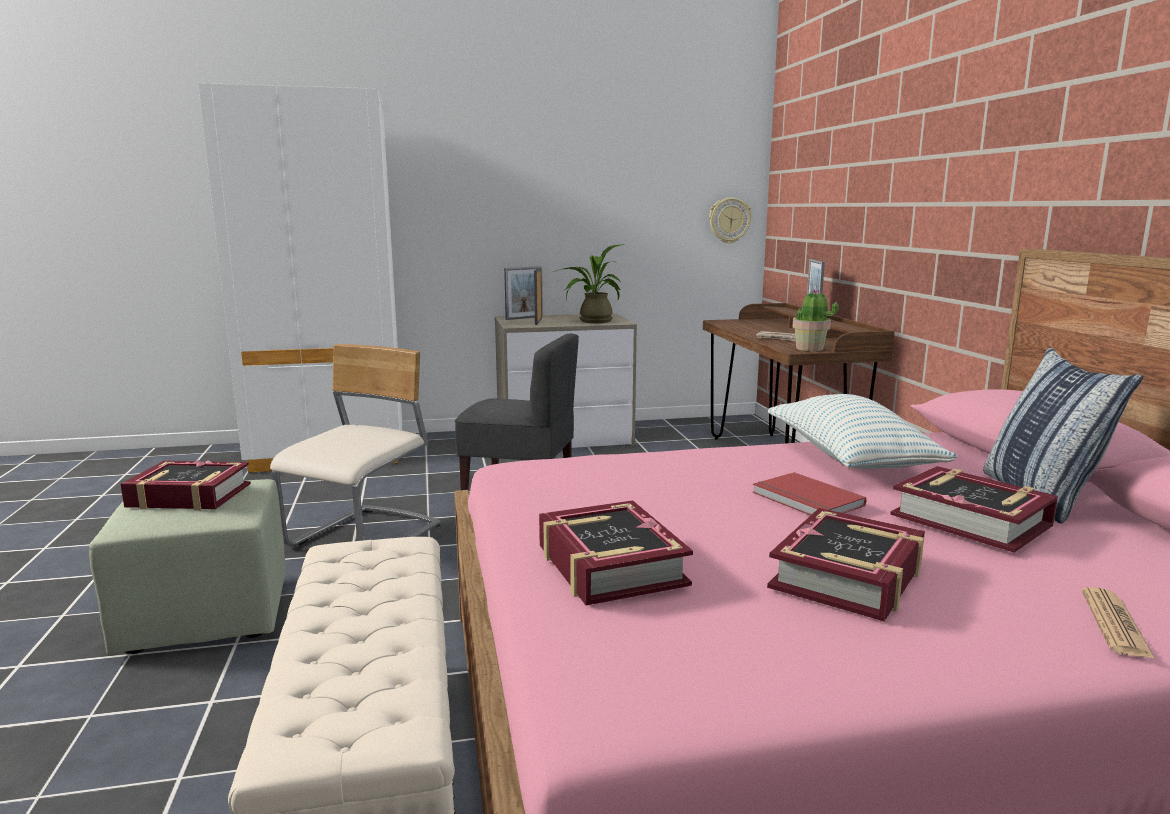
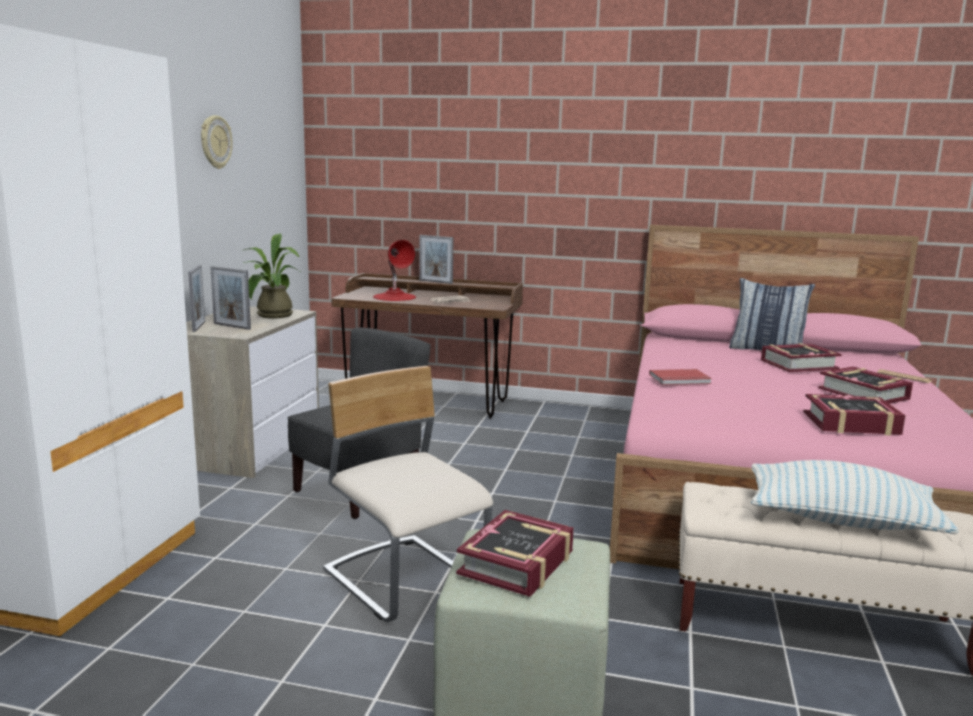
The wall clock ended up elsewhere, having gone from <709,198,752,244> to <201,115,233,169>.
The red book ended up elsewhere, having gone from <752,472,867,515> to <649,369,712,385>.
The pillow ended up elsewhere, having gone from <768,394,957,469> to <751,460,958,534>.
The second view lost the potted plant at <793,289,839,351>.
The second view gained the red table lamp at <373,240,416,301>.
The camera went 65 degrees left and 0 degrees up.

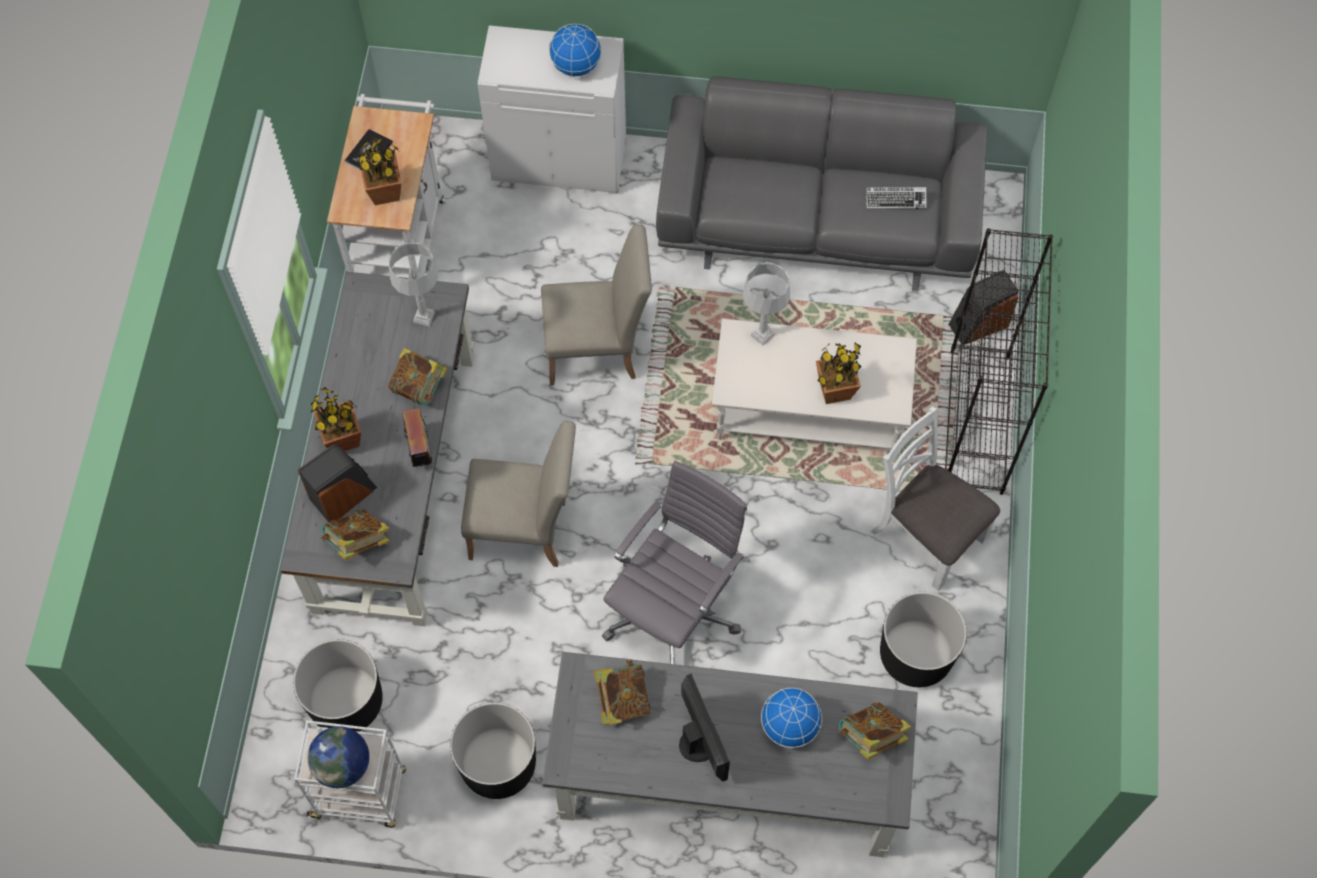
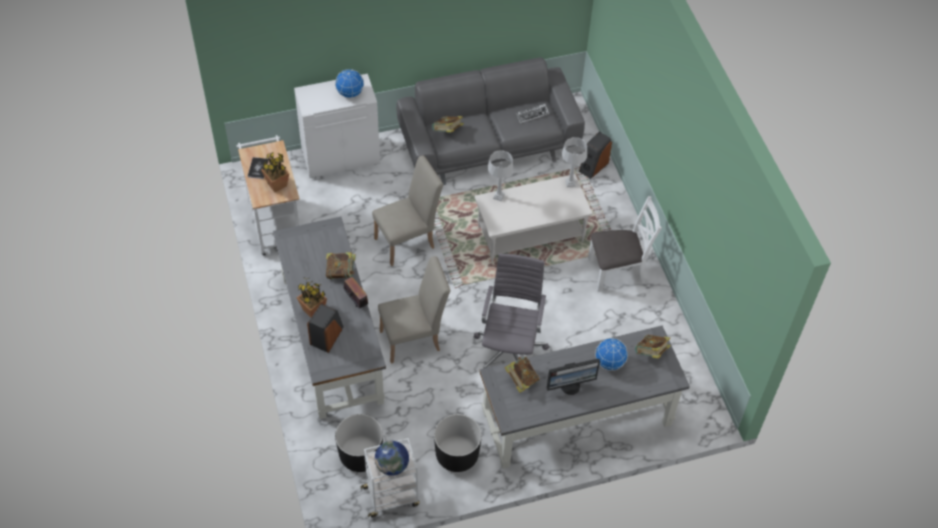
The book ended up elsewhere, having gone from <320,509,390,560> to <432,116,464,133>.
The grey table lamp ended up elsewhere, having gone from <389,243,438,327> to <562,137,587,187>.
The monitor at <679,673,730,782> ended up facing another way, 120 degrees clockwise from before.
The second view lost the potted plant at <816,342,862,404>.
The white chair at <871,406,1000,591> ended up facing another way, 150 degrees clockwise from before.
The second view lost the black planter at <880,592,967,687>.
The second view lost the black bookcase at <945,228,1053,495>.
The camera went 25 degrees left and 10 degrees down.

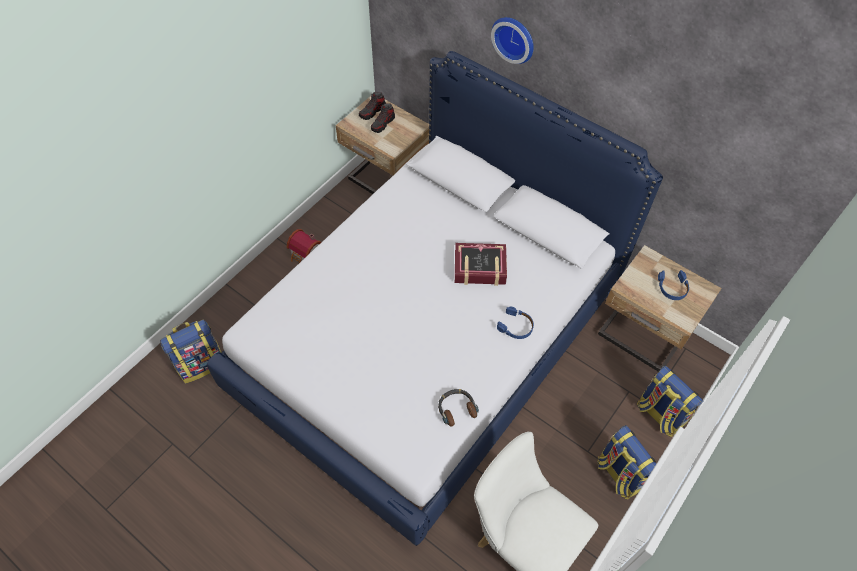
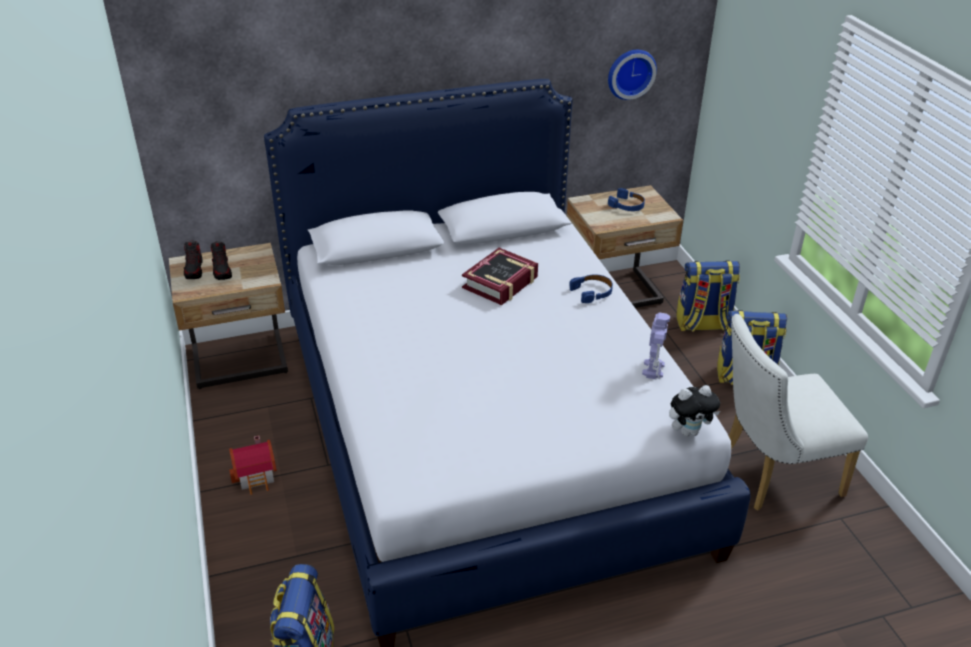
Where the headphones stood at <438,389,479,426>, the toy robot came to stand at <642,313,670,379>.
The wall clock ended up elsewhere, having gone from <491,17,534,64> to <608,50,657,100>.
The second view gained the plush toy at <669,385,720,436>.
The camera went 55 degrees left and 20 degrees down.

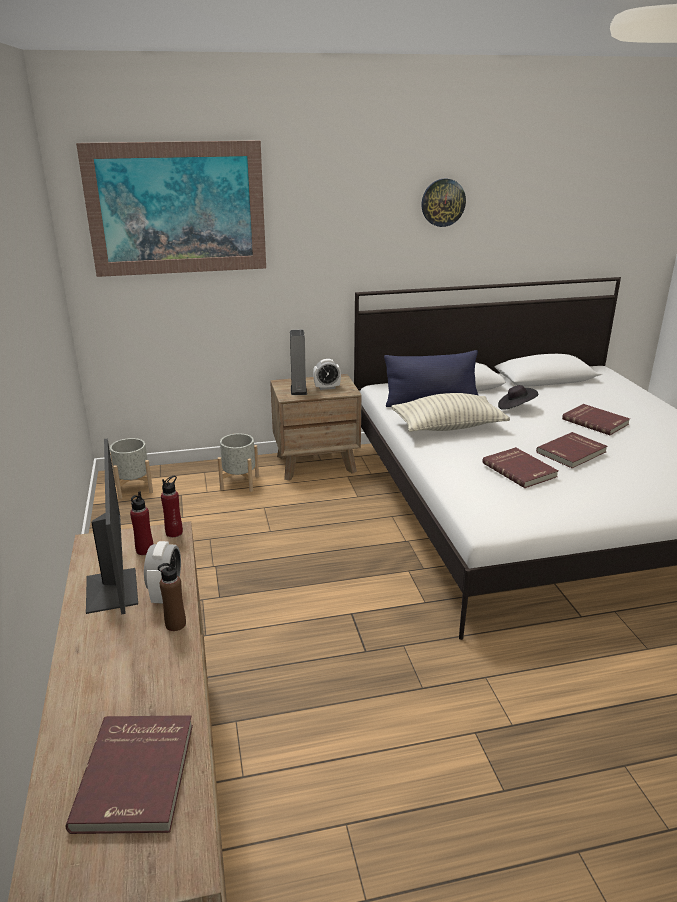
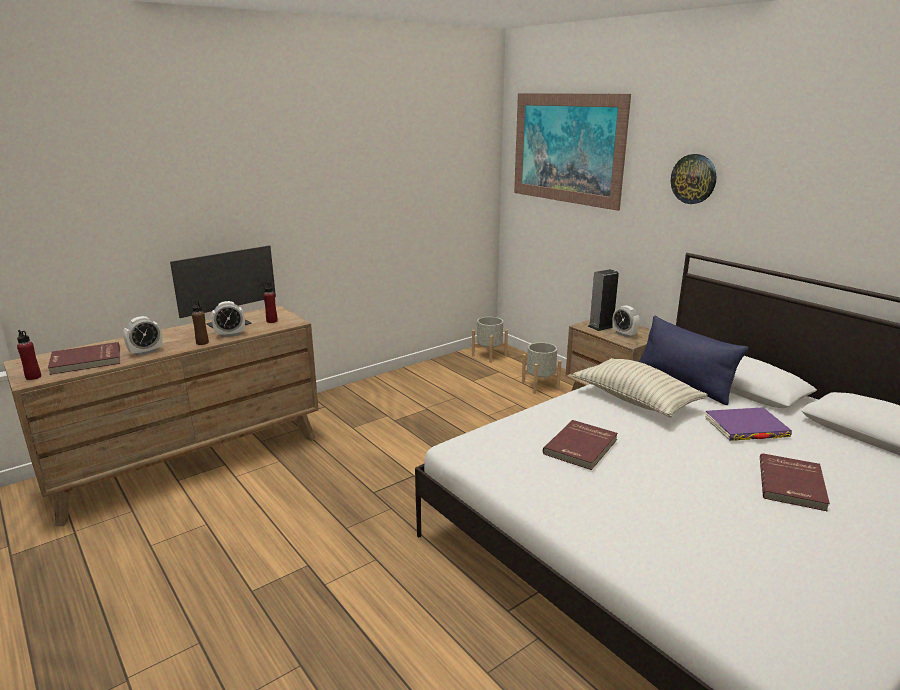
The red bottle ended up elsewhere, having gone from <161,476,183,537> to <17,330,41,380>.
The wall clock ended up elsewhere, having gone from <421,179,466,227> to <671,154,716,204>.
Where the black hat stood at <498,385,538,410>, the purple book came to stand at <705,407,792,441>.
The second view lost the red book at <536,432,607,468>.
The second view gained the alarm clock at <123,316,163,356>.
The camera went 65 degrees right and 5 degrees down.

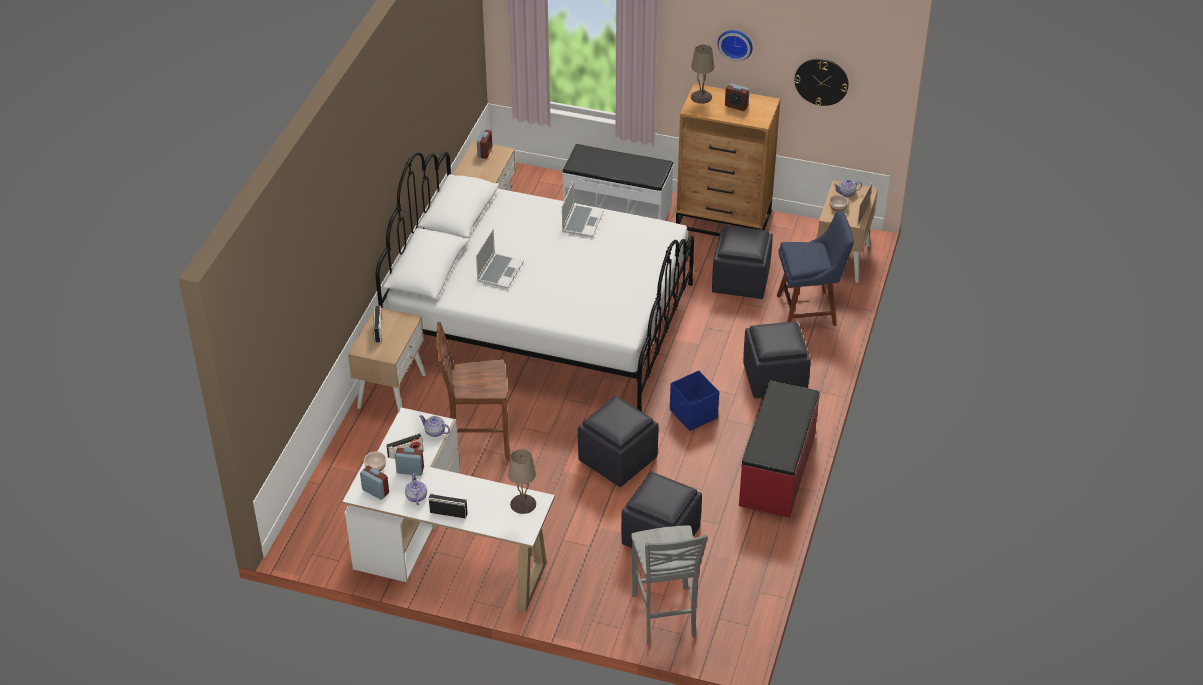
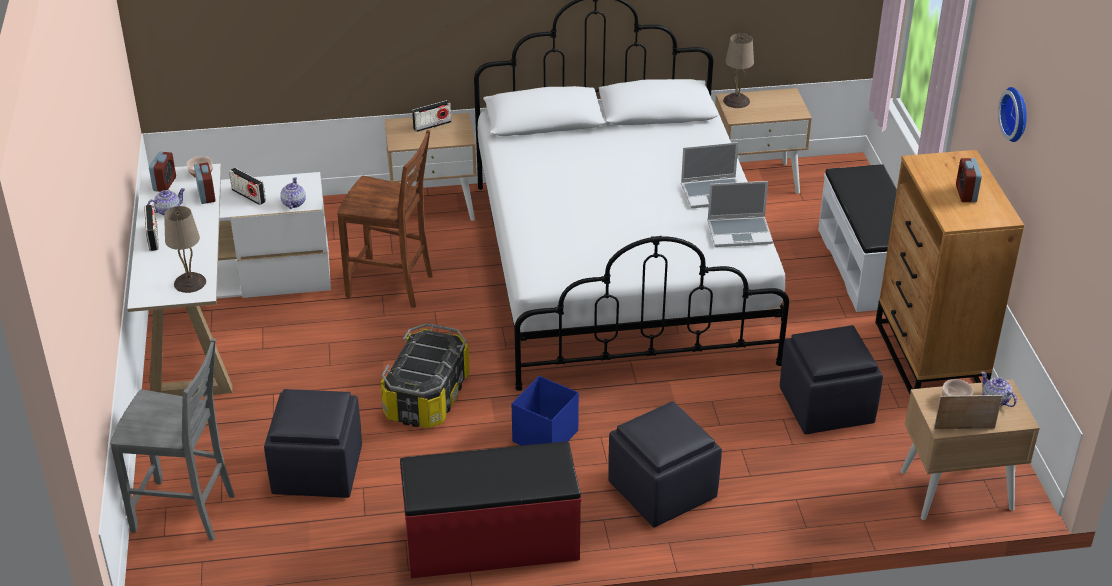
The brown chair at <436,322,510,460> ended up facing another way, 135 degrees clockwise from before.
The laptop ended up elsewhere, having gone from <476,229,524,289> to <707,181,773,247>.
The second view lost the alarm clock at <477,129,492,159>.
Where the black ottoman stood at <578,396,659,487>, the storage box came to stand at <380,323,470,428>.
The grey chair at <631,525,708,644> ended up facing another way, 135 degrees counterclockwise from before.
The beige table lamp ended up elsewhere, having gone from <691,45,714,104> to <723,33,754,108>.
The second view lost the blue chair at <777,210,854,326>.
The second view lost the wall clock at <794,59,849,106>.
The camera went 65 degrees right and 5 degrees down.

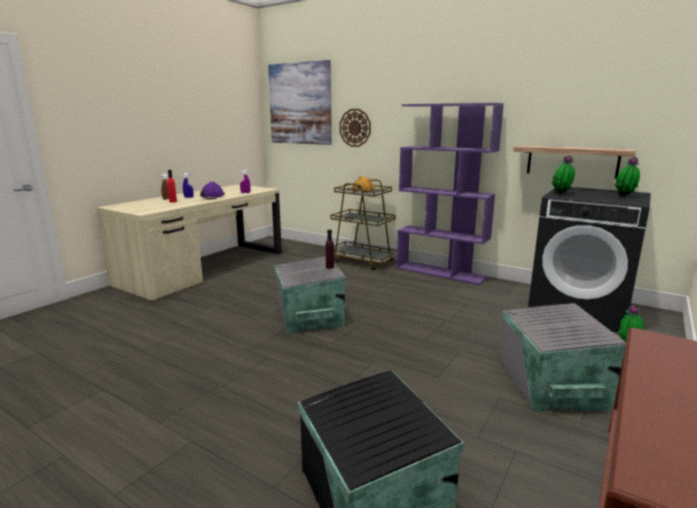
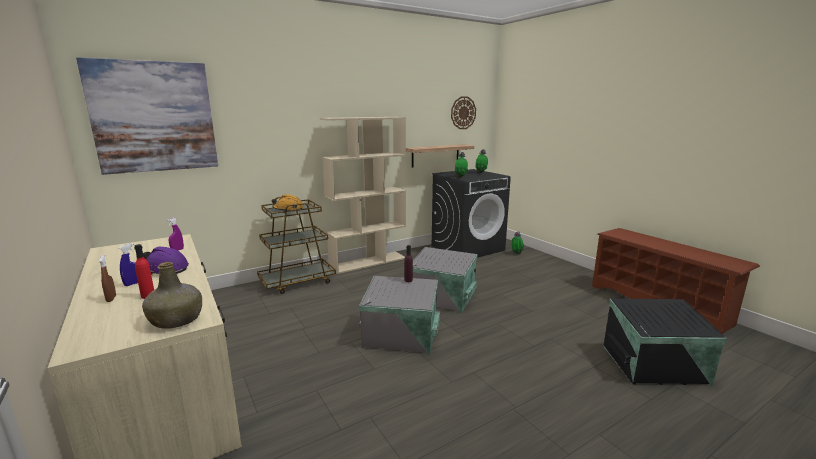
The wall clock ended up elsewhere, having gone from <340,109,371,147> to <451,96,476,129>.
What was the purple bookcase at <396,103,504,285> turned into the beige bookcase at <320,117,406,274>.
The grey storage box ended up elsewhere, having gone from <499,303,626,411> to <413,247,477,313>.
The second view gained the green bottle at <142,262,202,329>.
The camera went 65 degrees left and 0 degrees up.

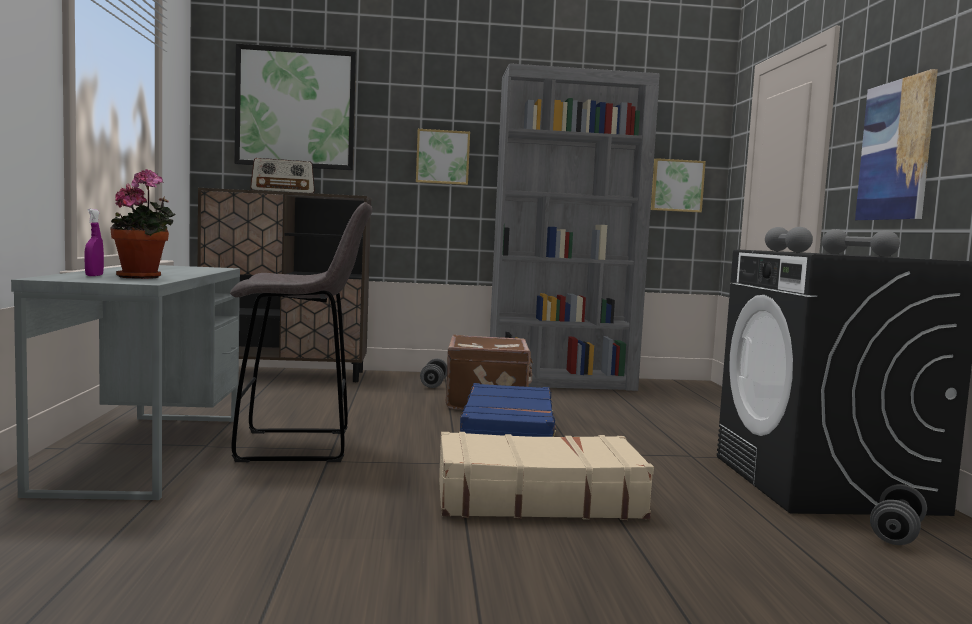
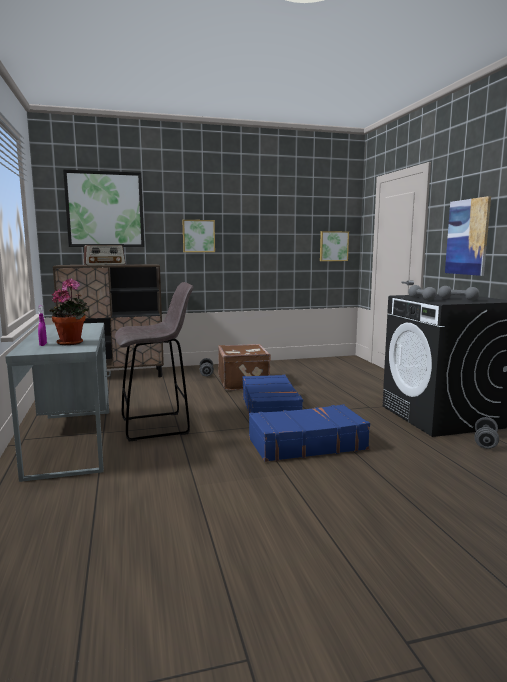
What was the beige suitcase at <439,432,654,520> turned into the blue suitcase at <249,404,370,462>.
The second view lost the grey bookcase at <490,63,660,391>.
The camera went 10 degrees left and 5 degrees up.

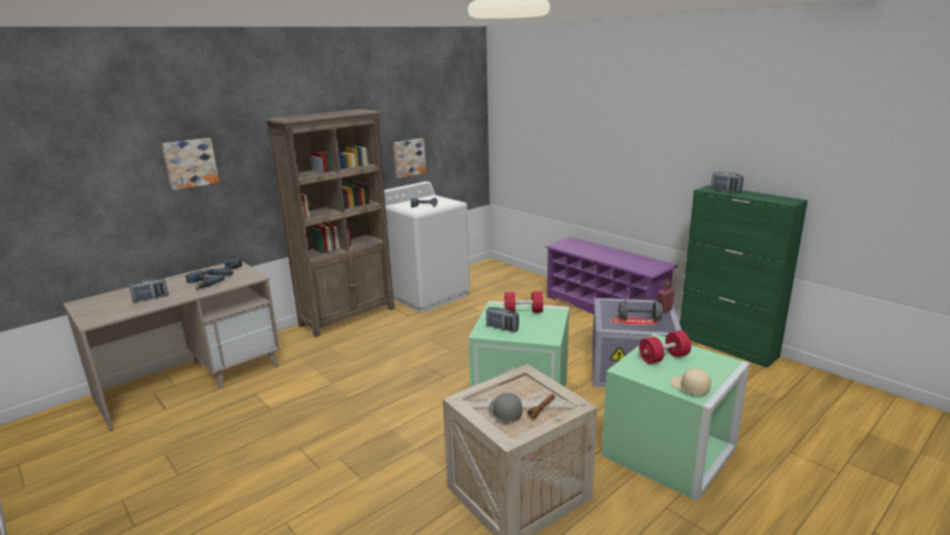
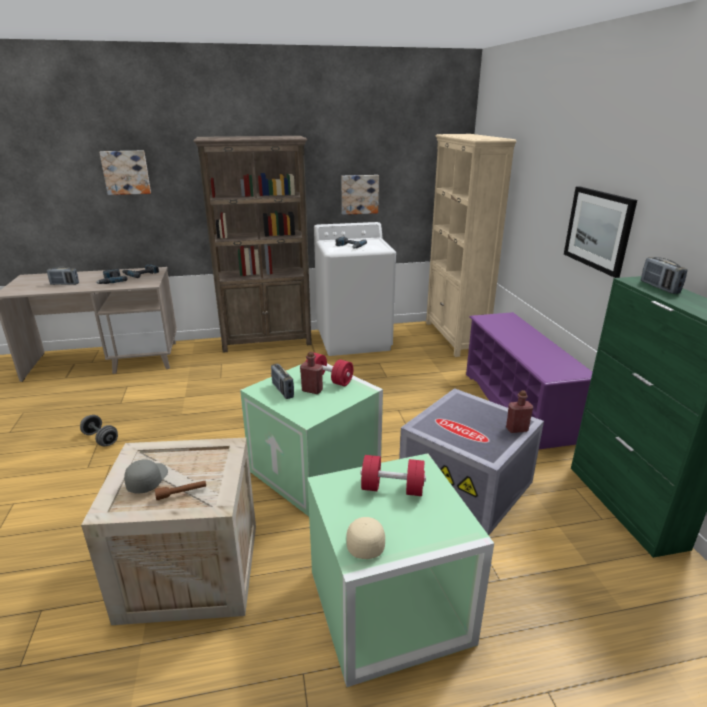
The grey dumbbell ended up elsewhere, having gone from <618,300,663,322> to <80,415,118,446>.
The second view gained the red bottle at <300,352,323,394>.
The second view gained the beige bookcase at <426,134,516,357>.
The second view gained the picture at <564,186,637,278>.
The camera went 30 degrees right and 5 degrees up.

